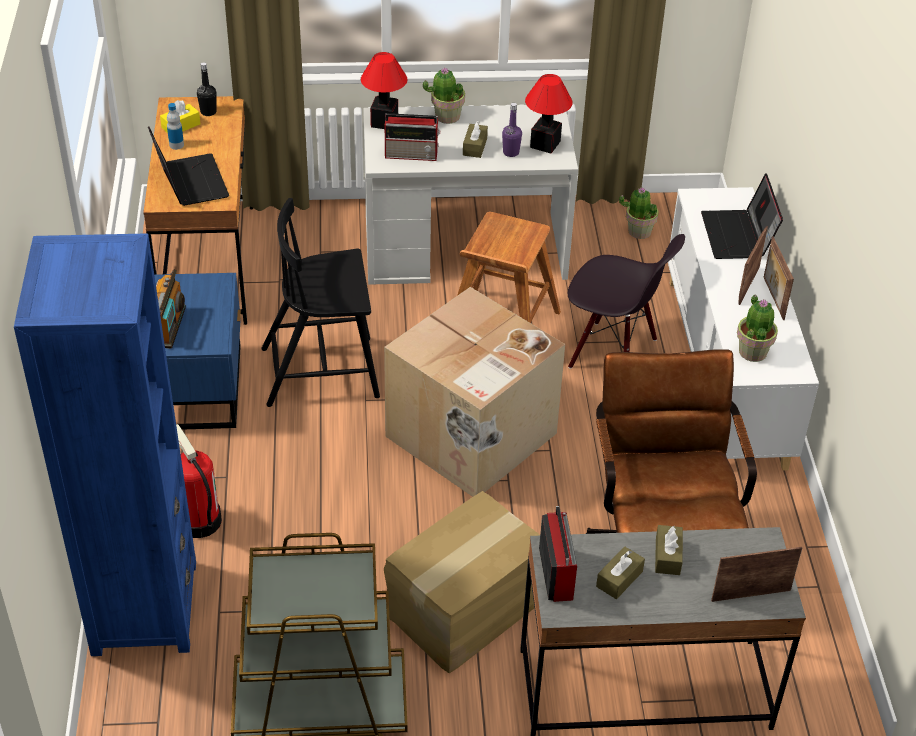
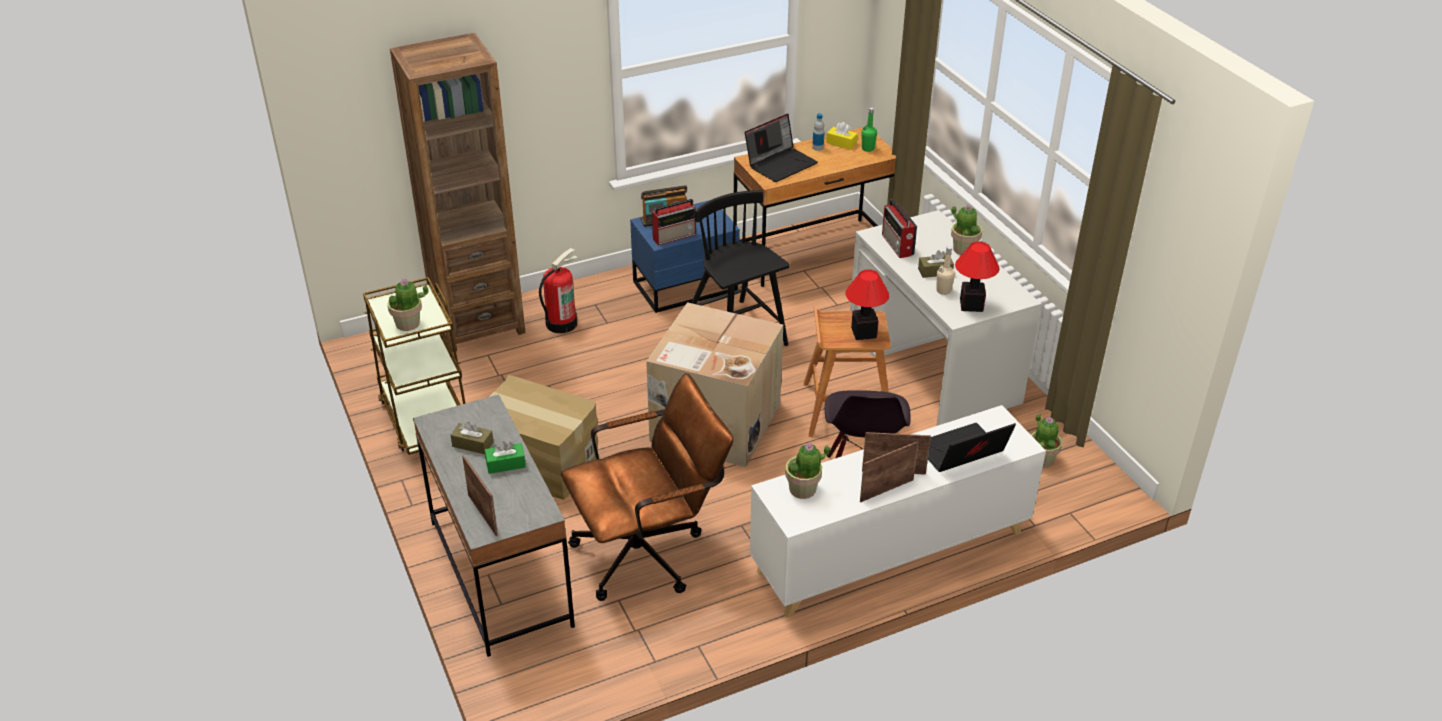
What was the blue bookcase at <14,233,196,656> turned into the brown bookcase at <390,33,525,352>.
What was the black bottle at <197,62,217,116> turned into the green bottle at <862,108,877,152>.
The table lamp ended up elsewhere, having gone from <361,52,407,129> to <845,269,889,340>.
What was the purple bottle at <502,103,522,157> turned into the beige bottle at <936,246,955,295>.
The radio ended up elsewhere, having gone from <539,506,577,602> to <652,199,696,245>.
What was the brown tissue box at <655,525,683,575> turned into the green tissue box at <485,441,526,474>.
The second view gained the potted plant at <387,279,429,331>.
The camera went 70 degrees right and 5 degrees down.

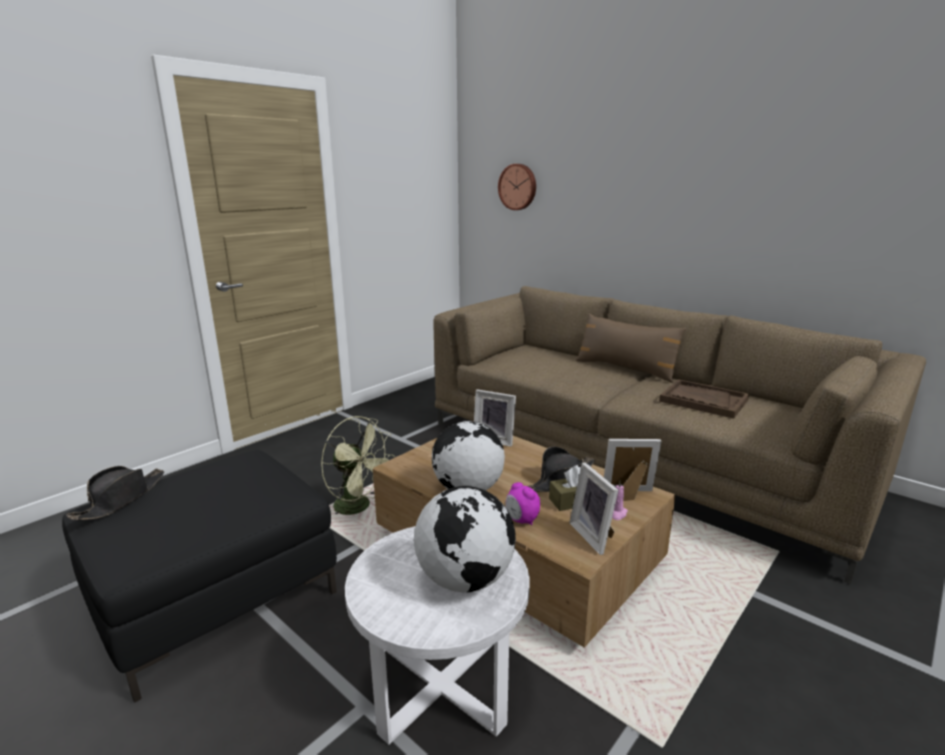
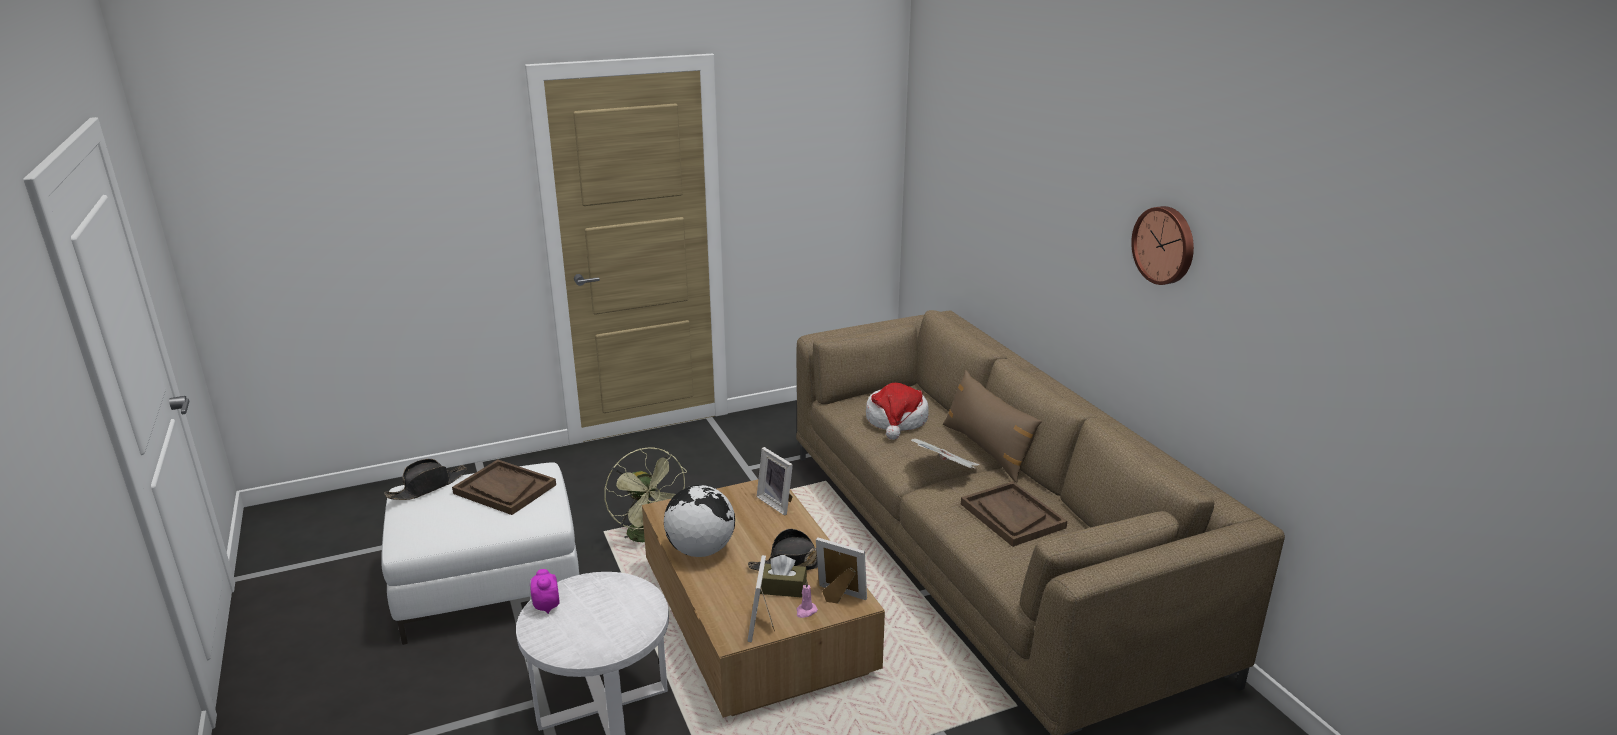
What was the black ottoman at <62,450,337,703> turned into the white ottoman at <381,462,579,645>.
The second view lost the globe at <414,486,516,593>.
The wall clock ended up elsewhere, having gone from <498,164,536,210> to <1131,206,1194,285>.
The alarm clock ended up elsewhere, having gone from <505,482,540,525> to <530,569,560,614>.
The second view gained the brown tray at <452,459,556,515>.
The second view gained the hat at <866,383,929,440>.
The second view gained the newspaper at <911,439,980,469>.
The camera went 25 degrees right and 5 degrees up.

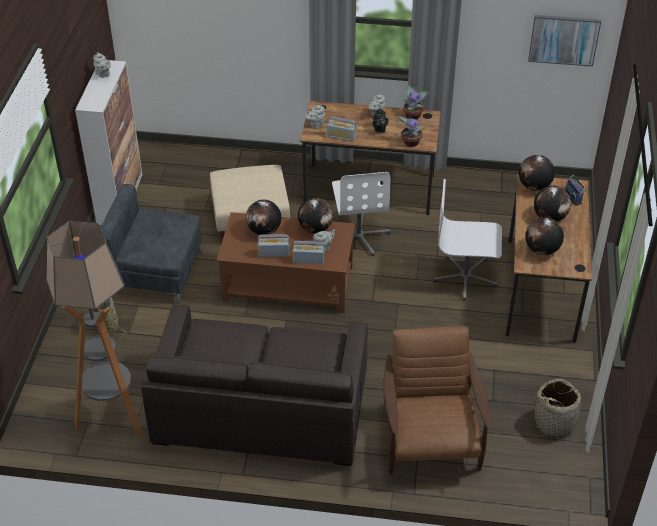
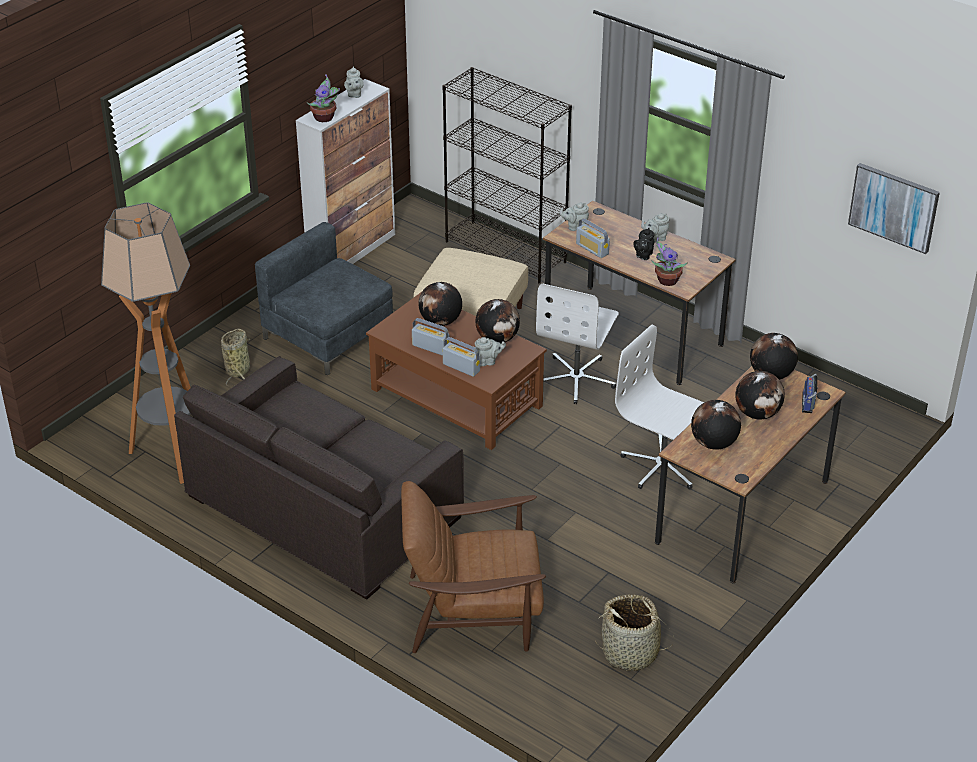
The brown armchair at <383,326,492,475> ended up facing another way, 120 degrees counterclockwise from before.
The potted plant ended up elsewhere, having gone from <402,83,430,120> to <307,74,340,122>.
The second view gained the black bookcase at <442,67,572,283>.
The camera went 30 degrees right and 5 degrees down.

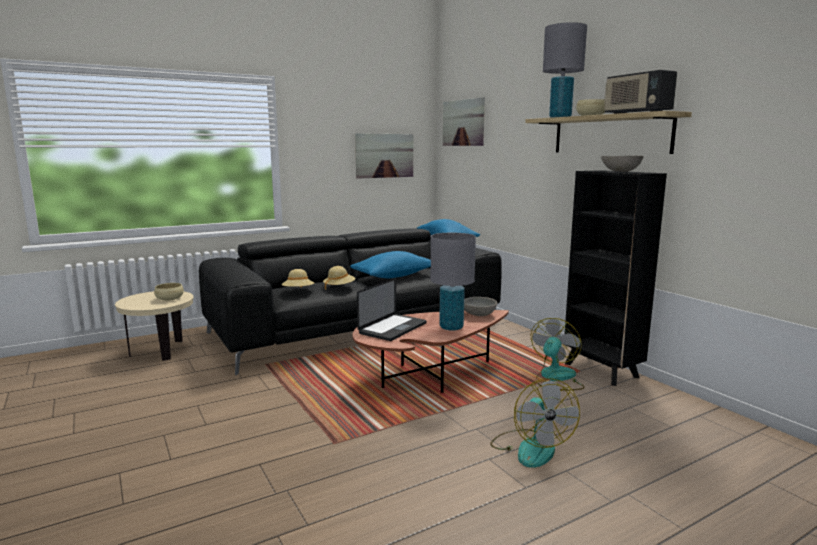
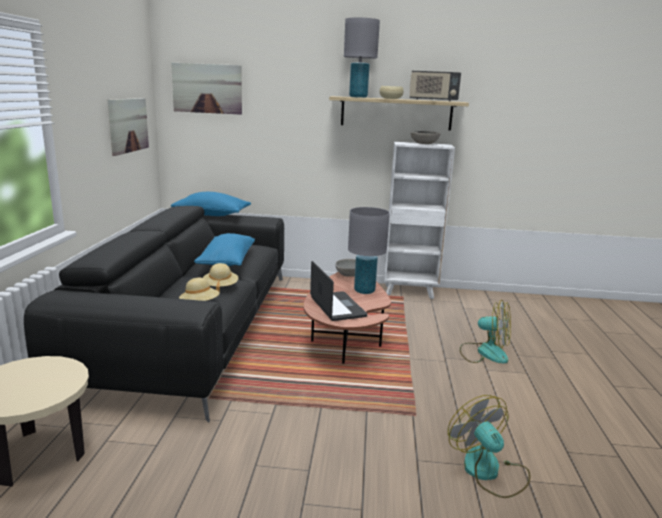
The second view lost the beige bowl at <154,283,184,301>.
The fan ended up elsewhere, having gone from <531,318,585,391> to <448,395,530,498>.
What was the black bookcase at <565,170,667,386> turned into the white bookcase at <384,142,455,299>.
The camera went 55 degrees left and 5 degrees up.

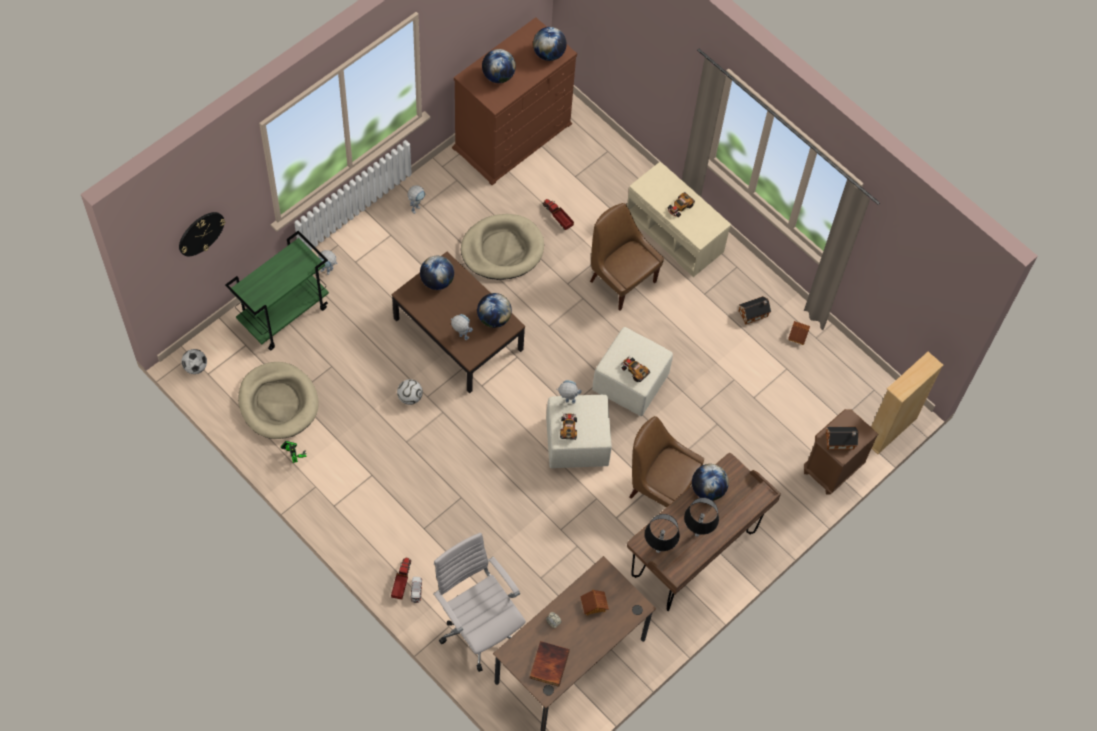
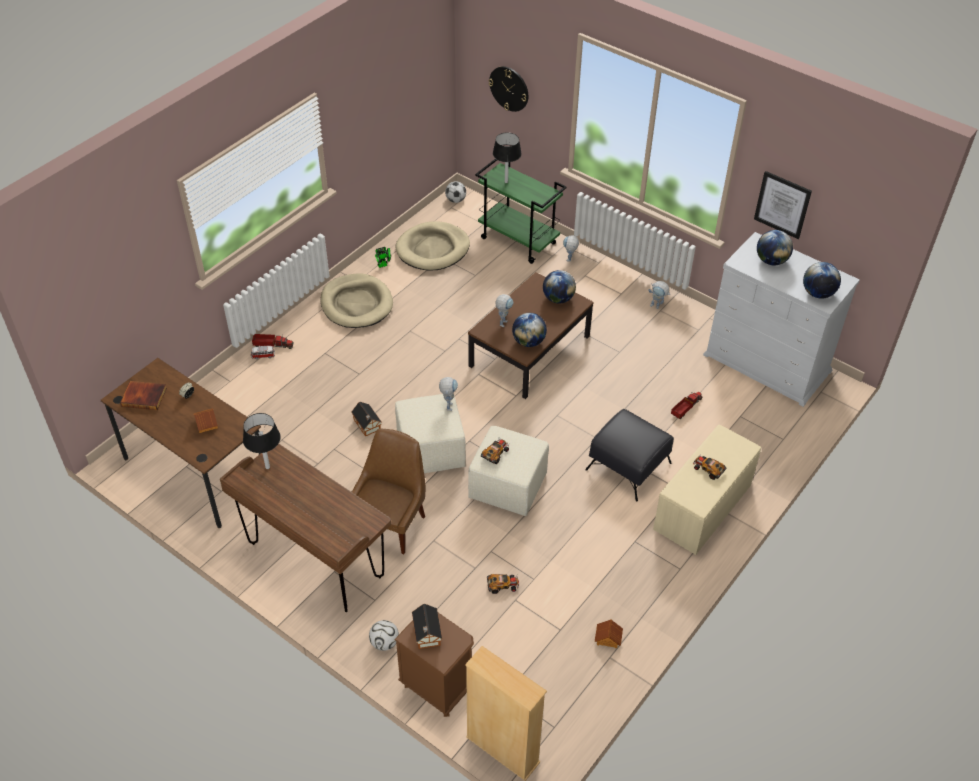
The football ended up elsewhere, having gone from <397,379,423,405> to <369,620,399,651>.
The second view lost the white office chair at <433,532,526,672>.
What was the brown dresser at <452,17,577,185> turned into the white dresser at <703,232,860,407>.
The beige dog bed ended up elsewhere, having gone from <461,214,544,280> to <320,274,393,328>.
The toy car ended up elsewhere, having gone from <560,413,577,440> to <487,574,519,594>.
Where the brown chair stood at <590,203,664,311>, the black ottoman came to stand at <585,409,674,501>.
The black table lamp ended up elsewhere, having gone from <684,497,719,537> to <493,133,522,183>.
The second view lost the globe at <692,464,729,501>.
The toy house ended up elsewhere, having gone from <739,296,771,325> to <351,402,381,436>.
The second view gained the picture at <754,171,812,239>.
The camera went 85 degrees right and 15 degrees down.

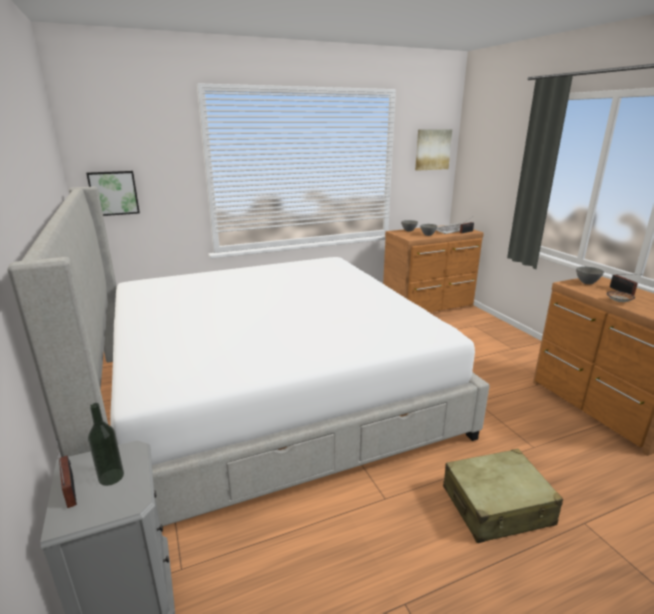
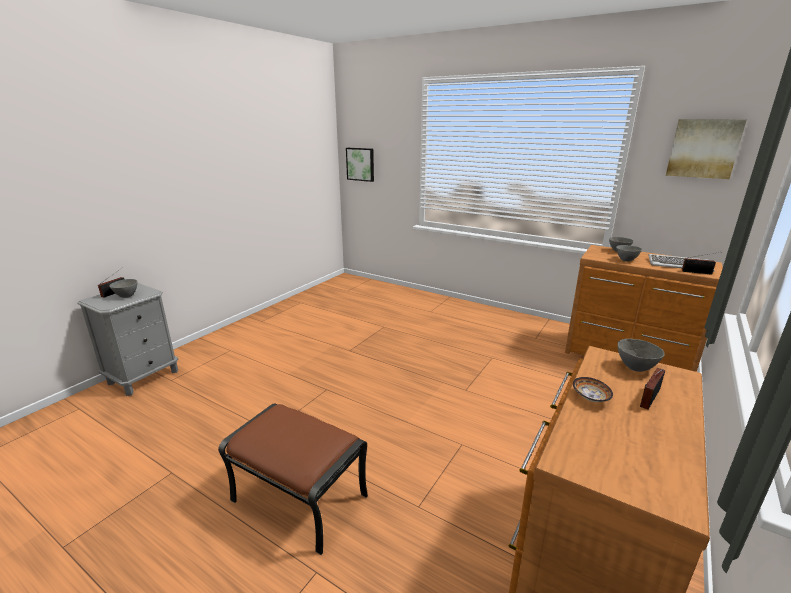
The second view lost the bed at <7,187,490,526>.
Where the bottle stood at <88,403,124,486>, the grey bowl came to stand at <109,279,138,298>.
Where the beige suitcase stood at <443,449,563,543>, the brown ottoman came to stand at <218,403,368,555>.
The camera went 55 degrees right and 0 degrees up.

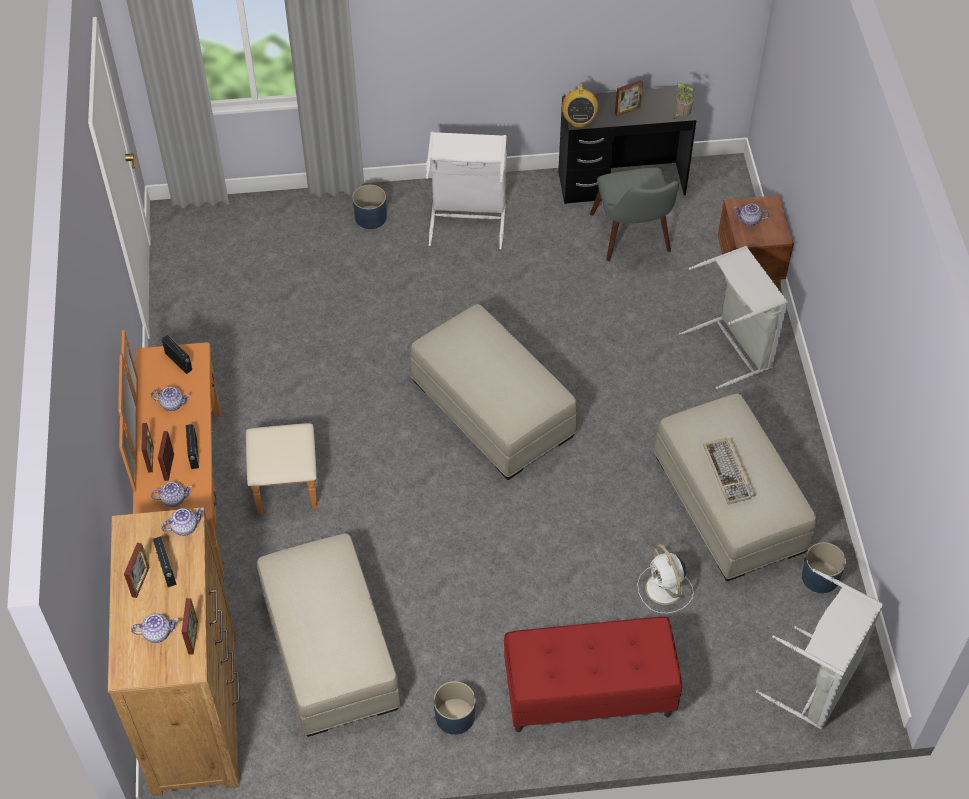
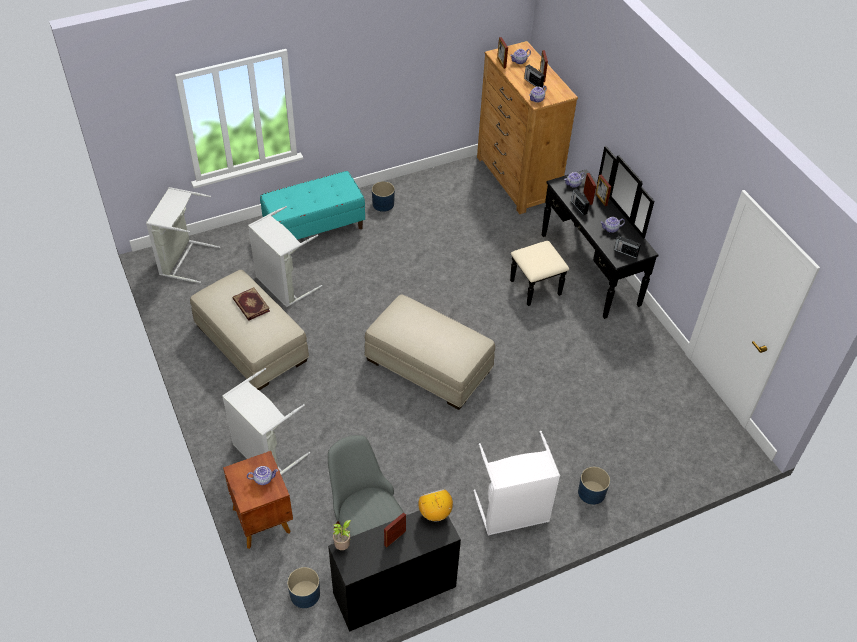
What was the orange dresser at <118,330,317,578> turned into the black dresser at <510,146,659,319>.
The second view lost the beige ottoman at <257,533,401,737>.
What was the red bench at <504,617,682,732> turned into the turquoise bench at <260,171,365,240>.
Where the white fan stood at <637,544,694,614>, the grey laundry basket came to stand at <248,206,322,307>.
Where the keyboard stood at <703,438,755,504>, the book came to stand at <233,287,270,321>.
The blue planter ended up elsewhere, having gone from <802,542,846,593> to <287,567,320,608>.
The camera went 160 degrees right and 5 degrees down.

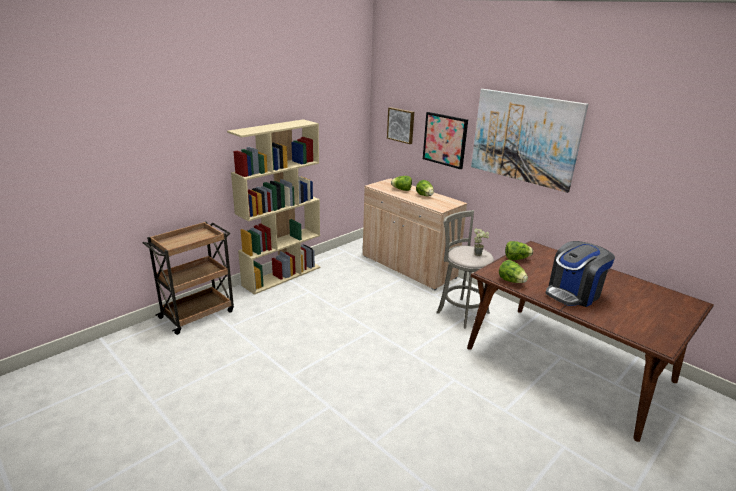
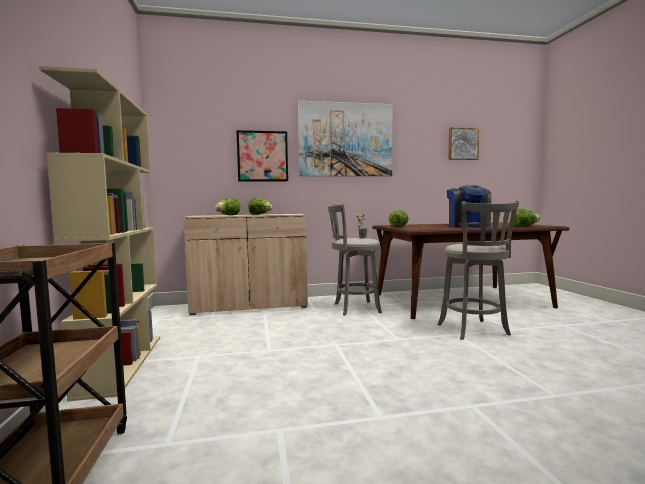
The picture ended up elsewhere, having gone from <387,107,414,144> to <448,127,479,160>.
The lettuce ended up elsewhere, having gone from <499,260,528,283> to <513,209,540,227>.
The second view gained the grey stool at <438,201,519,340>.
The camera went 55 degrees left and 20 degrees down.

